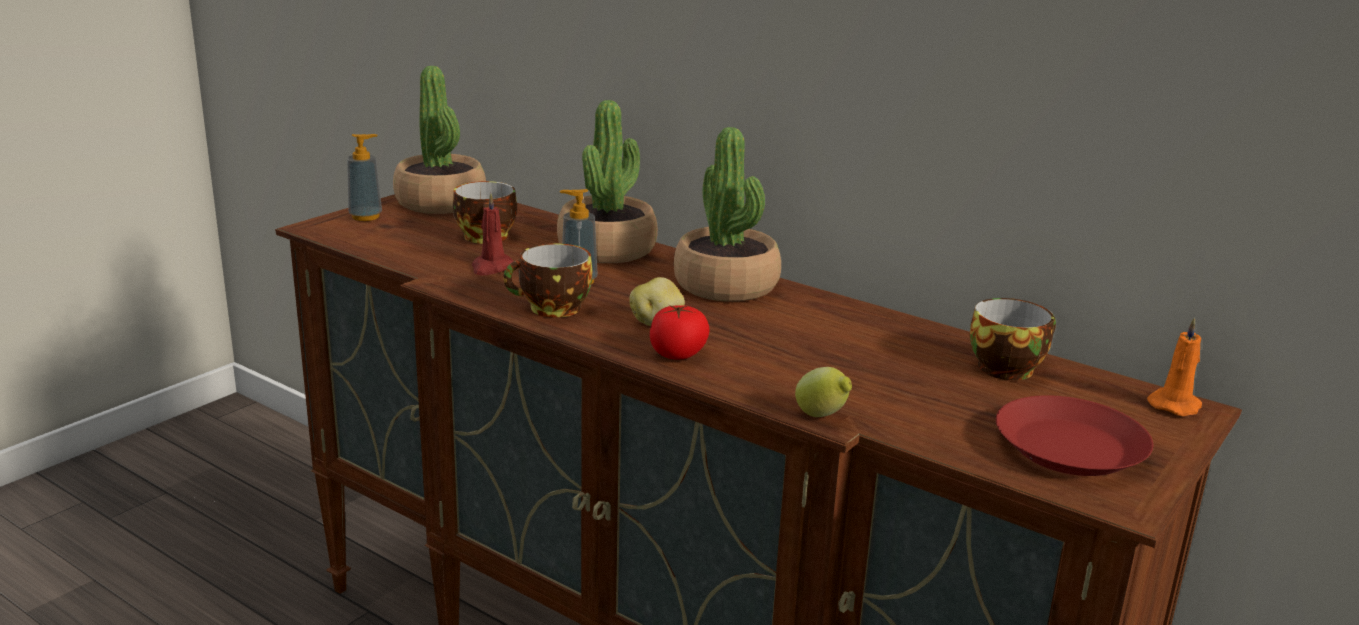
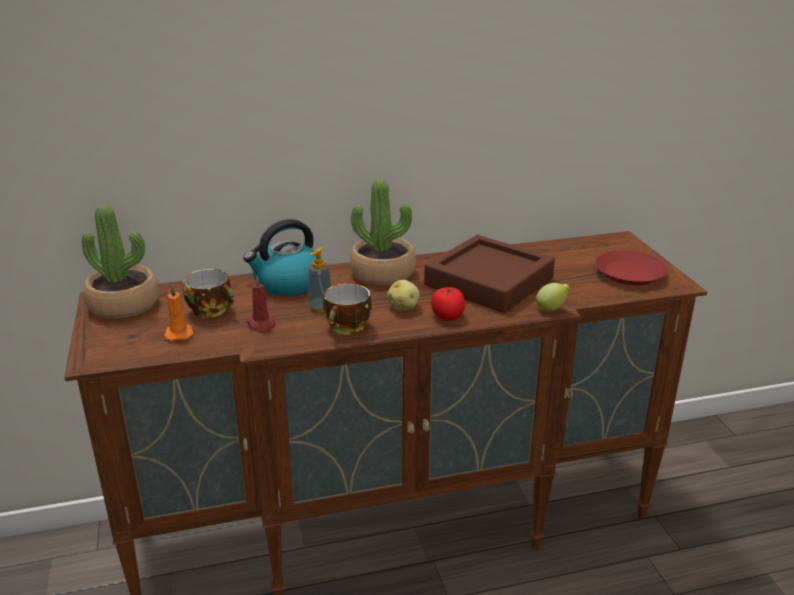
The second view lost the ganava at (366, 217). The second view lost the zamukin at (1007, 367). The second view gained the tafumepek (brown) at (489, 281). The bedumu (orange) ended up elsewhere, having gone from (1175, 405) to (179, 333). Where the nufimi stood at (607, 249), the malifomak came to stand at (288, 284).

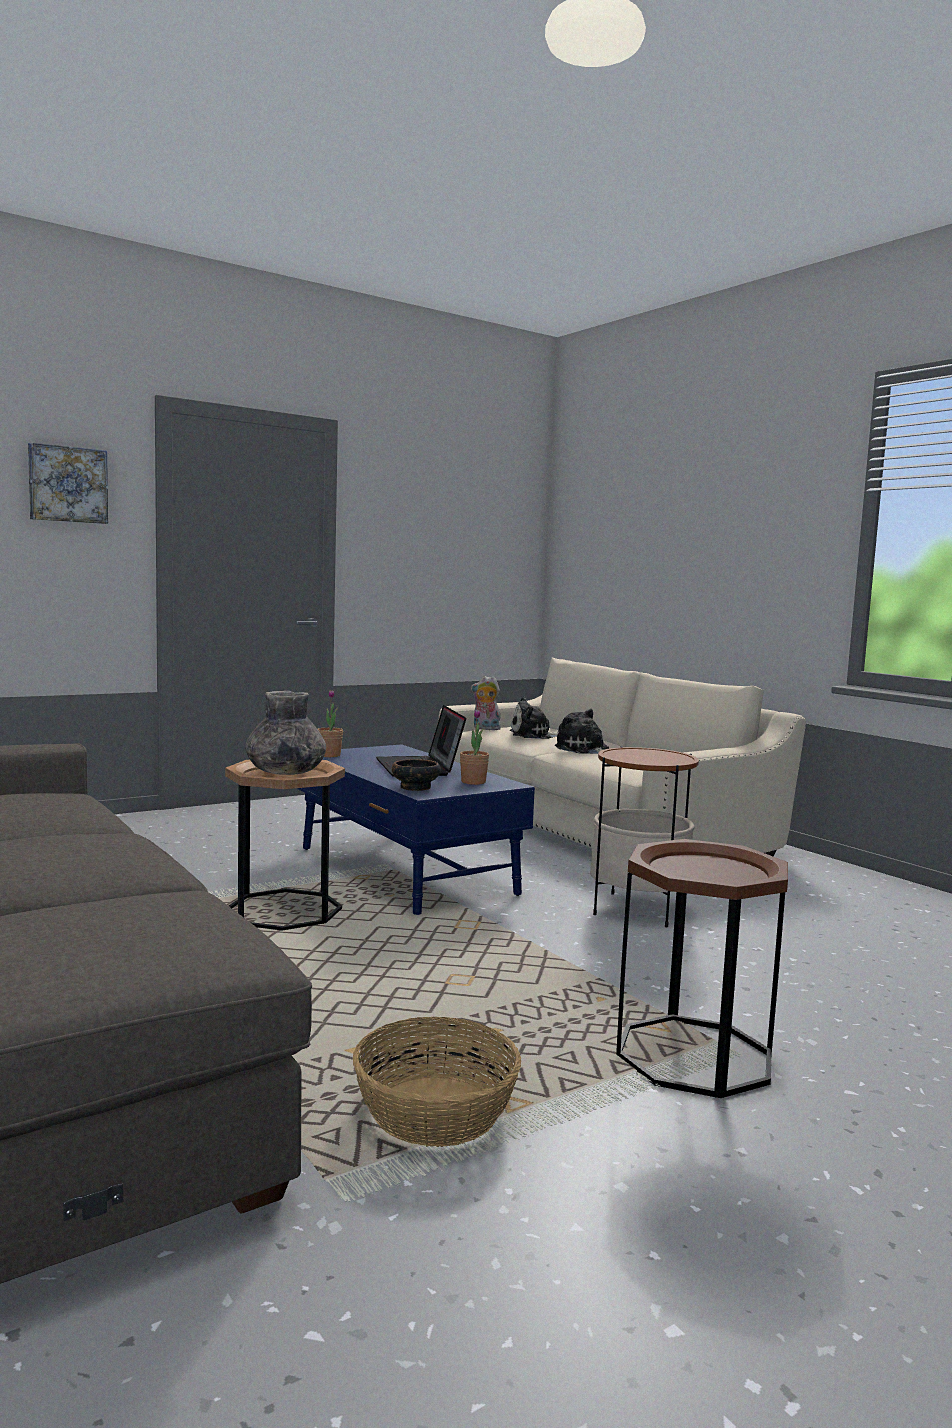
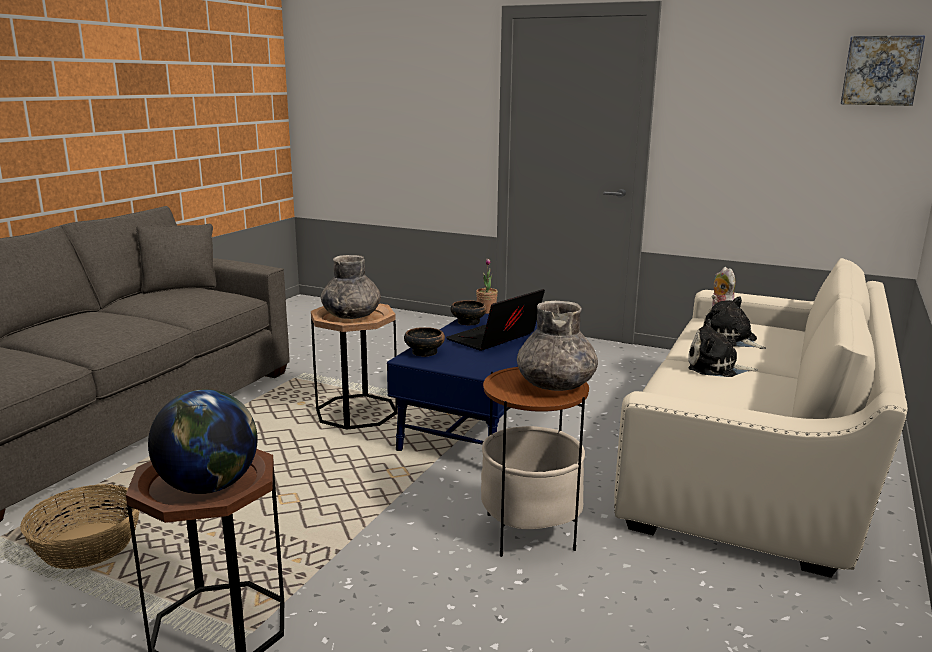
The second view lost the nufimi at (473, 782). The second view gained the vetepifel at (209, 486). The second view gained the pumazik at (468, 322). The second view gained the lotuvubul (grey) at (556, 384). The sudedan ended up elsewhere, having gone from (68, 484) to (881, 70). The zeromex at (584, 750) ended up facing another way, 90 degrees counterclockwise from before.

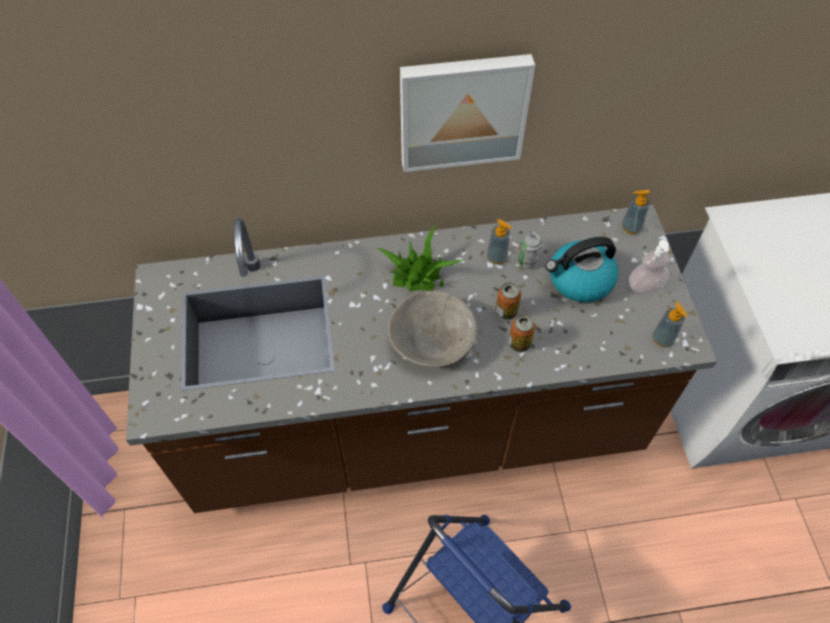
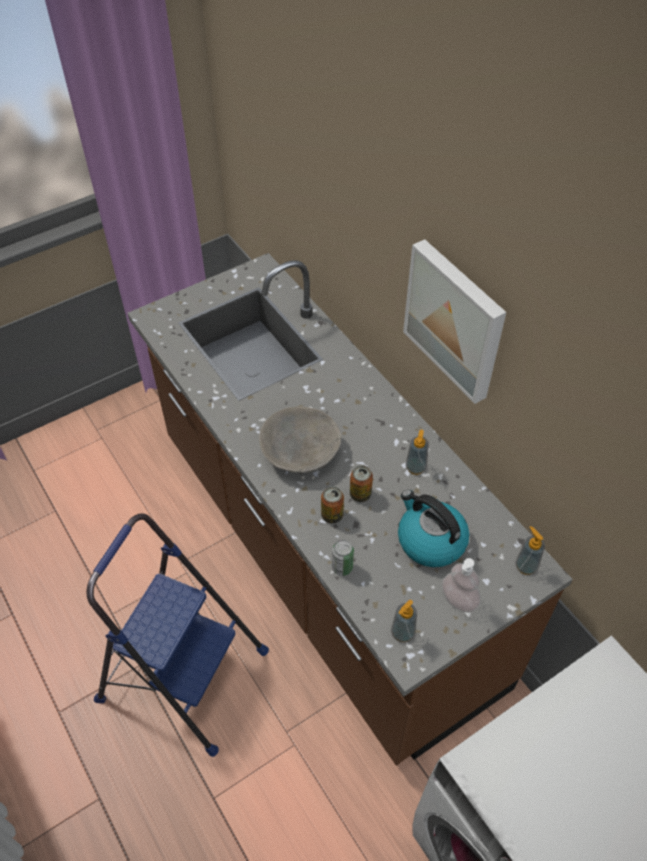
The second view lost the nufimi at (418, 274). The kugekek ended up elsewhere, having gone from (527, 262) to (342, 567).

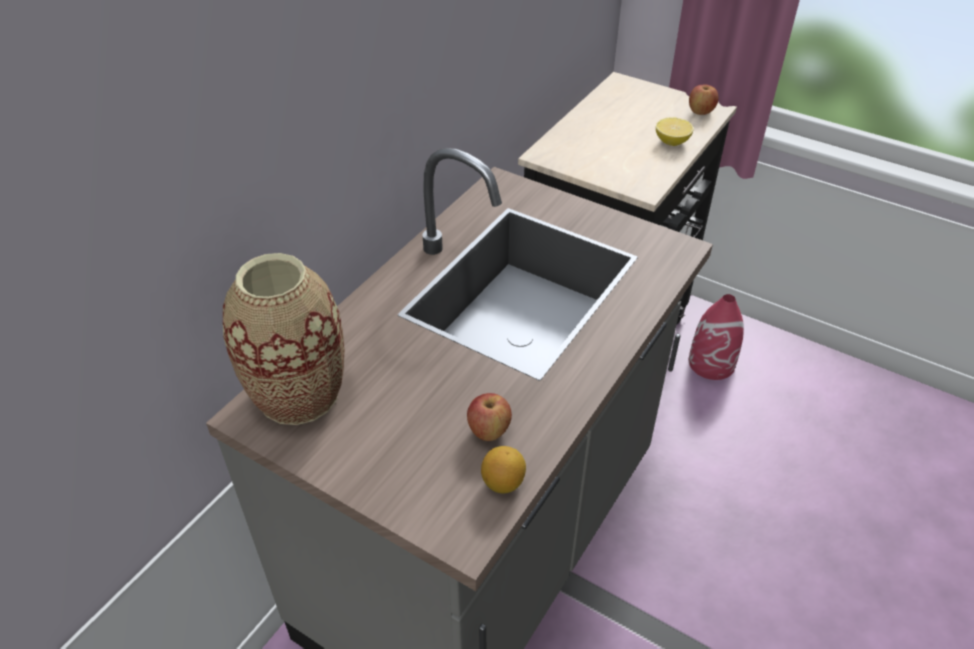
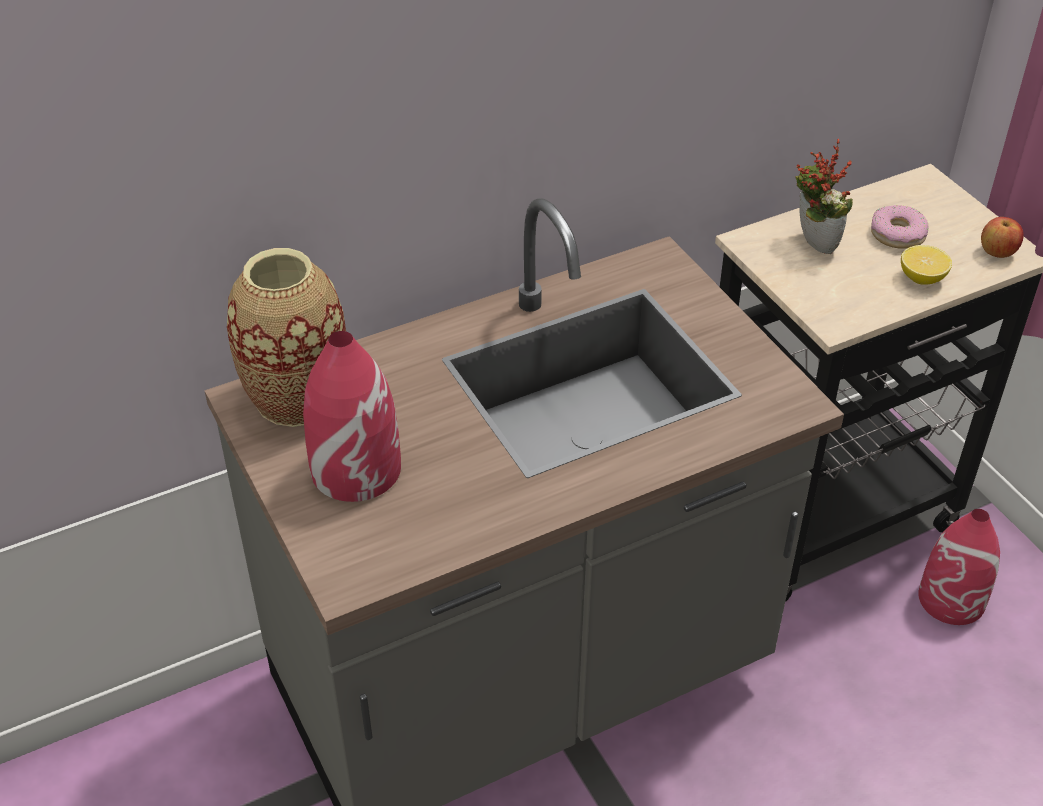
The second view lost the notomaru at (488, 431). The second view lost the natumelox at (503, 482). The second view gained the lotuvubul (red) at (355, 468). The second view gained the nufimi at (812, 244). The second view gained the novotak at (897, 234).

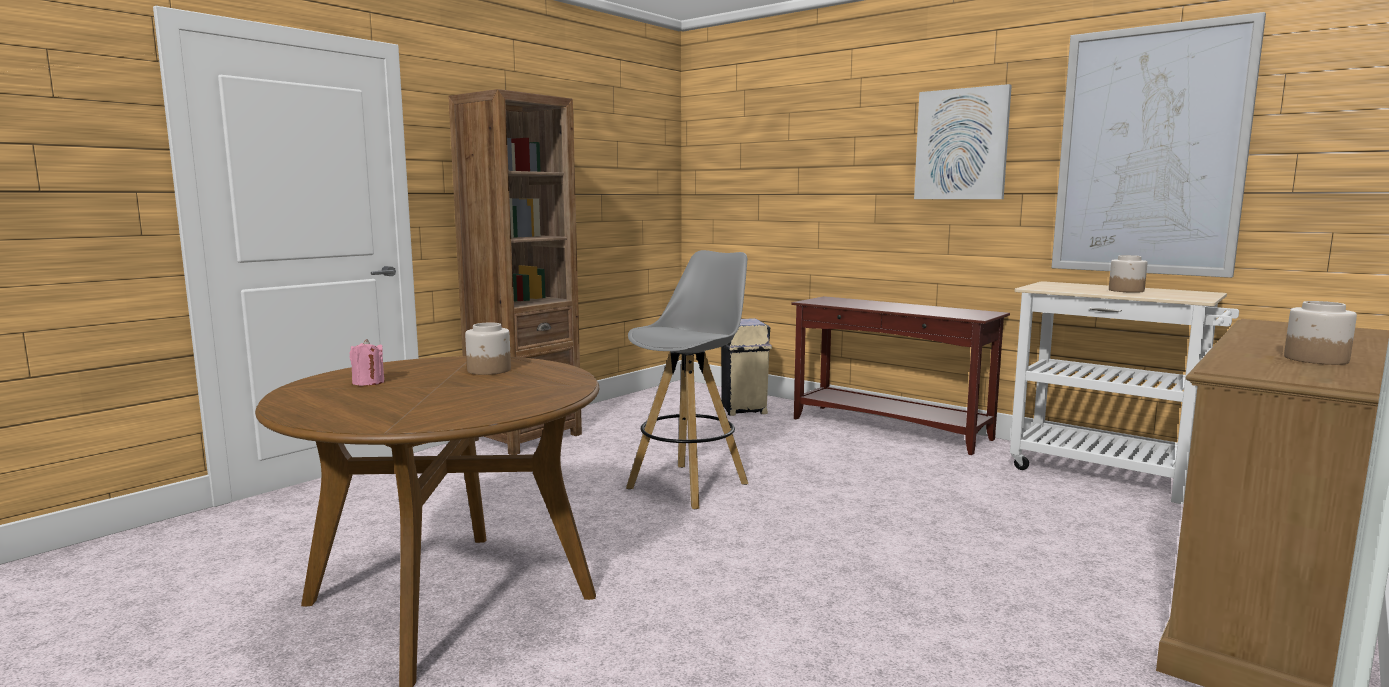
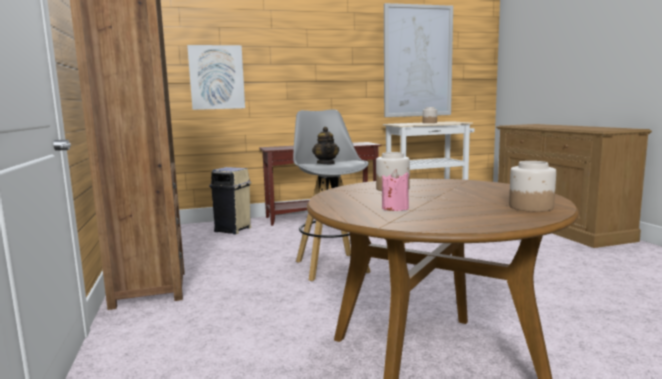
The second view gained the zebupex at (326, 163). The sudedan ended up elsewhere, having gone from (961, 144) to (216, 77). The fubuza ended up elsewhere, having gone from (1315, 359) to (530, 207).

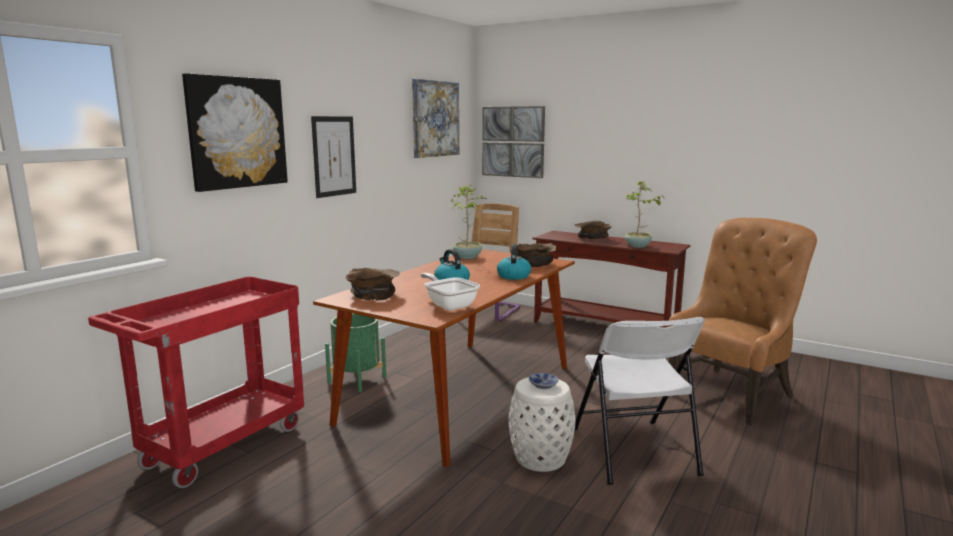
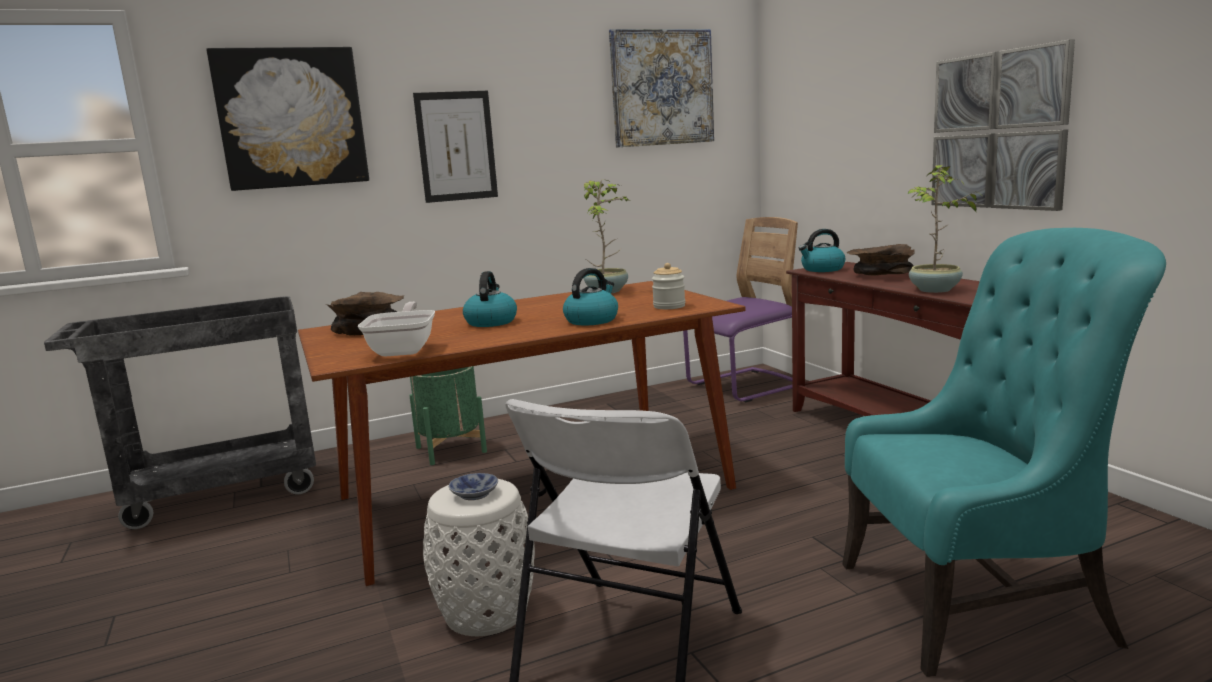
The second view gained the malifomak at (822, 269). The sudedan ended up elsewhere, having gone from (513, 142) to (998, 131). Where the pumazik (brown) stood at (534, 264), the fubuza came to stand at (669, 306). What was the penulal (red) at (219, 450) turned into the penulal (grey) at (215, 499). What was the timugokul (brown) at (730, 394) turned into the timugokul (turquoise) at (977, 603).

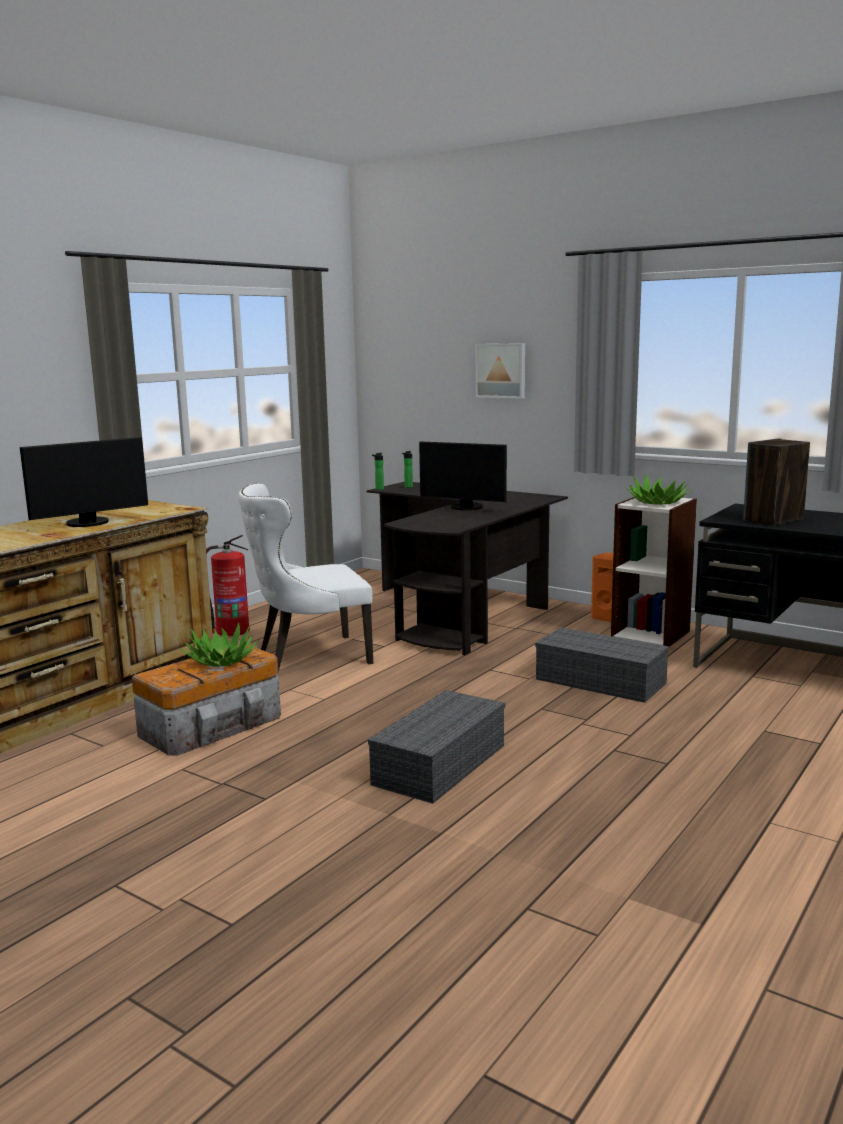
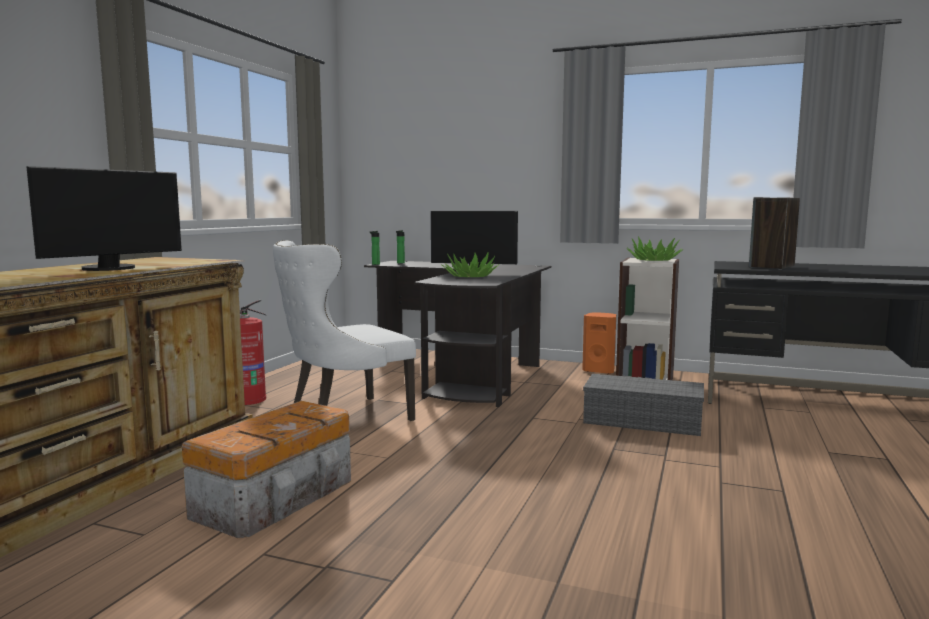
The second view lost the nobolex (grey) at (439, 763). The second view lost the sudedan at (501, 370). The nufimi ended up elsewhere, having gone from (221, 660) to (470, 277).

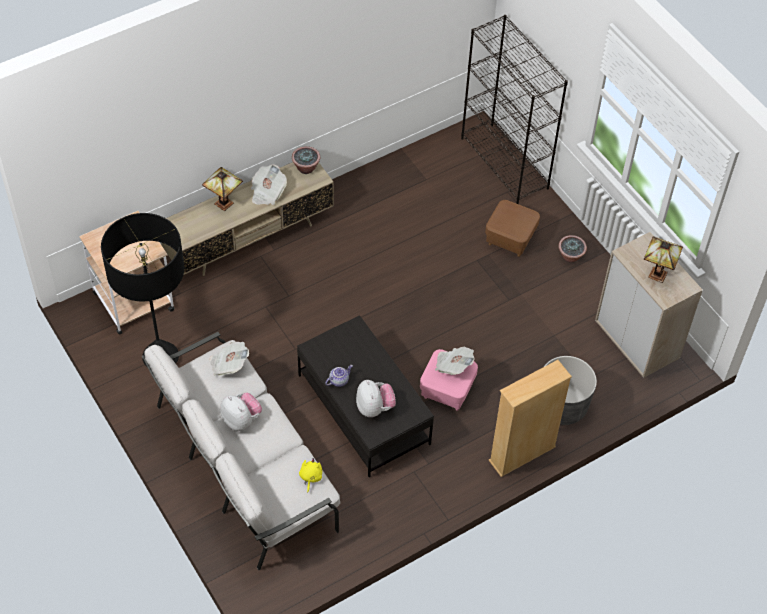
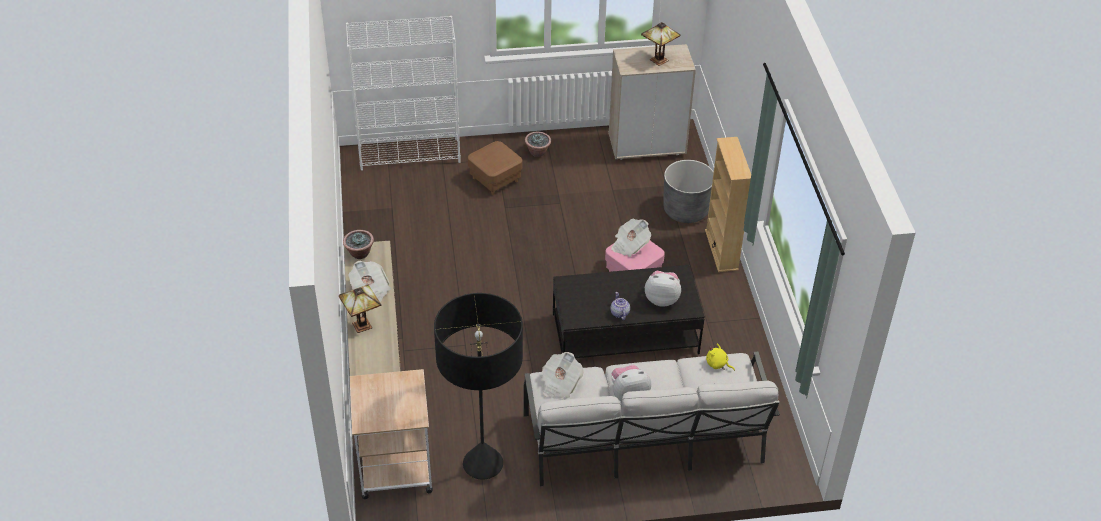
What was the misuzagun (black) at (505, 163) turned into the misuzagun (white) at (410, 154).

